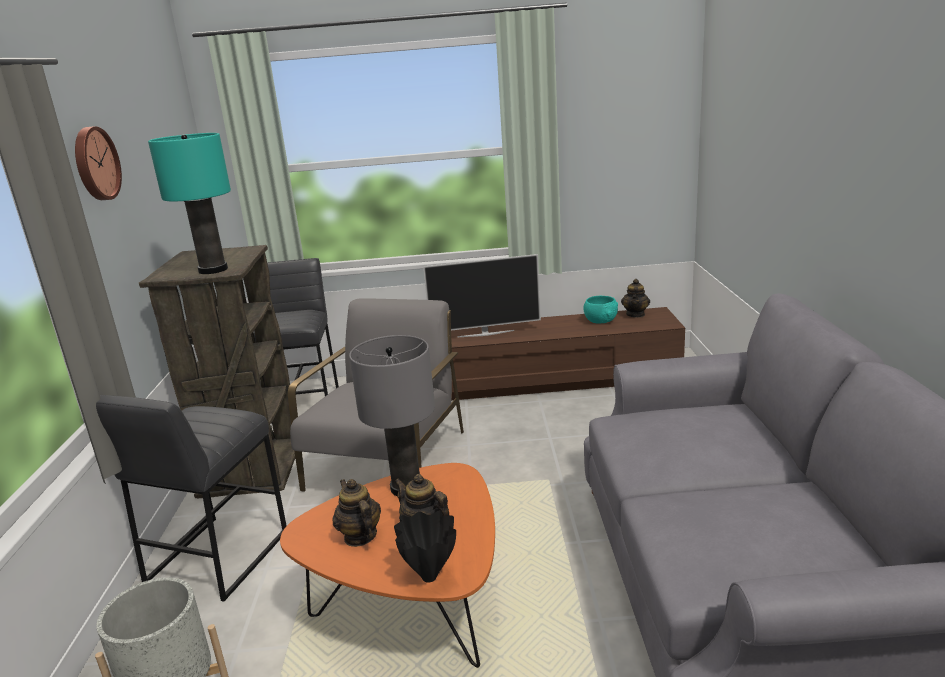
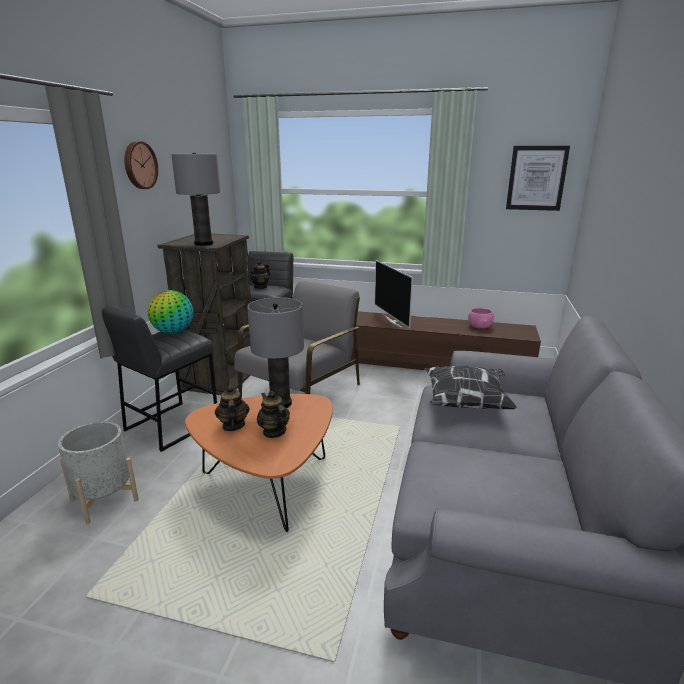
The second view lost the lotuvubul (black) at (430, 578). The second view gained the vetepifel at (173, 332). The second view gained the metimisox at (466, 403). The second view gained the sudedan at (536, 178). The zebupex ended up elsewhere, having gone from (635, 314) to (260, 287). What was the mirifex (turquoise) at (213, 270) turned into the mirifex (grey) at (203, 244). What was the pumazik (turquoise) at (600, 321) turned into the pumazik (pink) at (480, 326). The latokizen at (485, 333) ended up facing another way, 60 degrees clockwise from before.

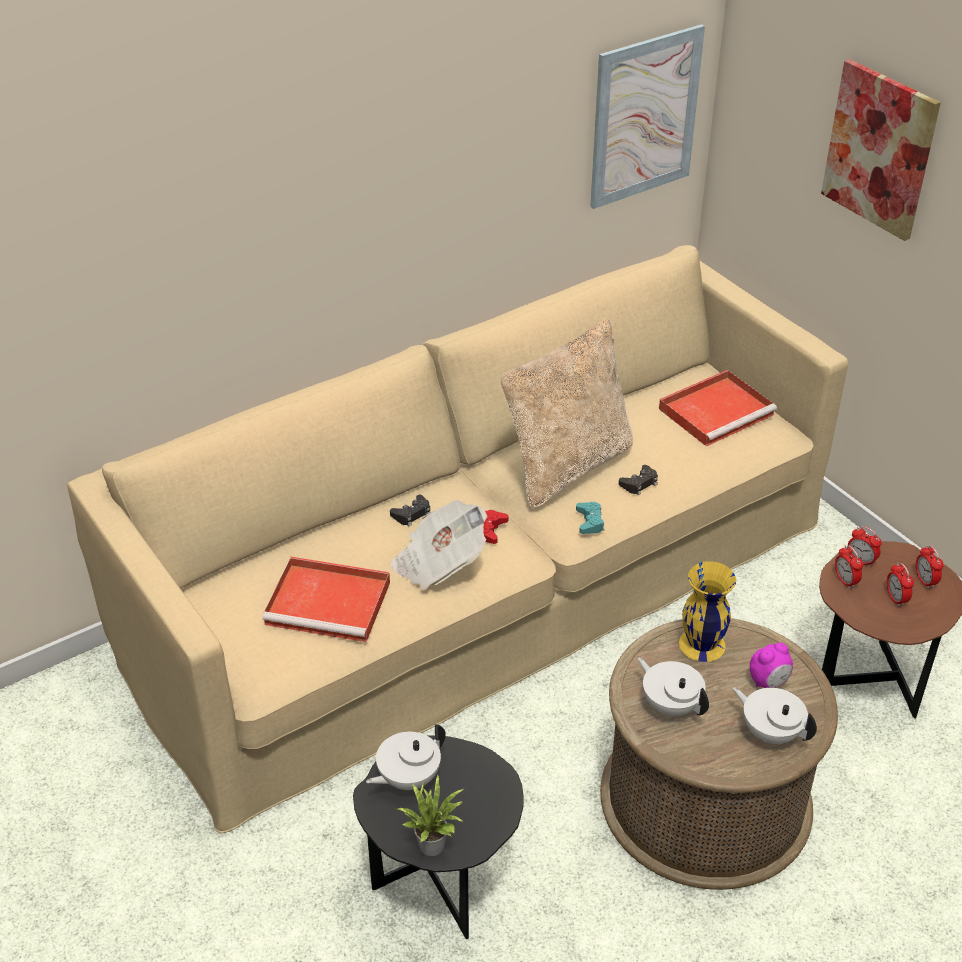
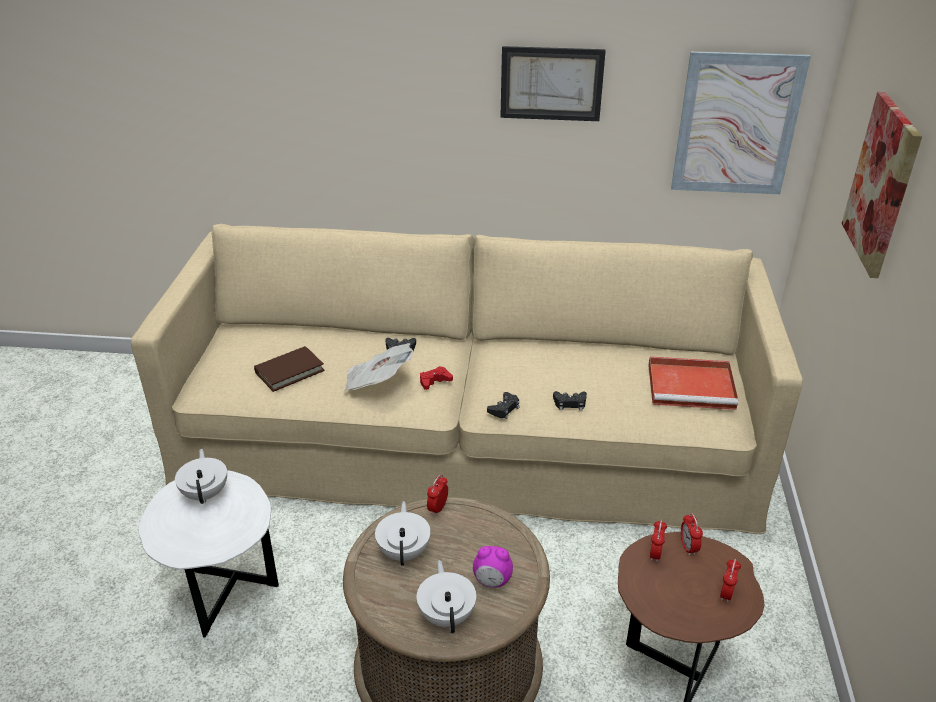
The second view lost the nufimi at (433, 843). The second view lost the metimisox (beige) at (569, 468). The second view lost the lotuvubul (yellow) at (701, 644). The second view gained the sudedan at (551, 83). The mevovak ended up elsewhere, having gone from (896, 599) to (438, 508). Where the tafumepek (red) stood at (330, 603), the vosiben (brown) came to stand at (289, 371). What was the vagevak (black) at (442, 892) turned into the vagevak (white) at (226, 600). What was the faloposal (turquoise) at (590, 522) turned into the faloposal (black) at (504, 409). The zebupex (white) at (408, 778) ended up facing another way, 75 degrees clockwise from before.

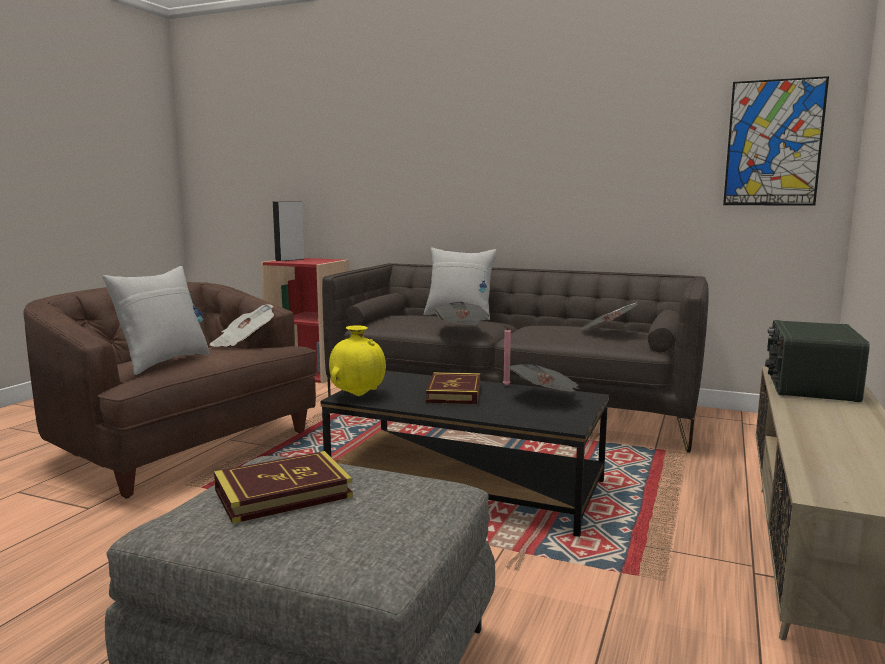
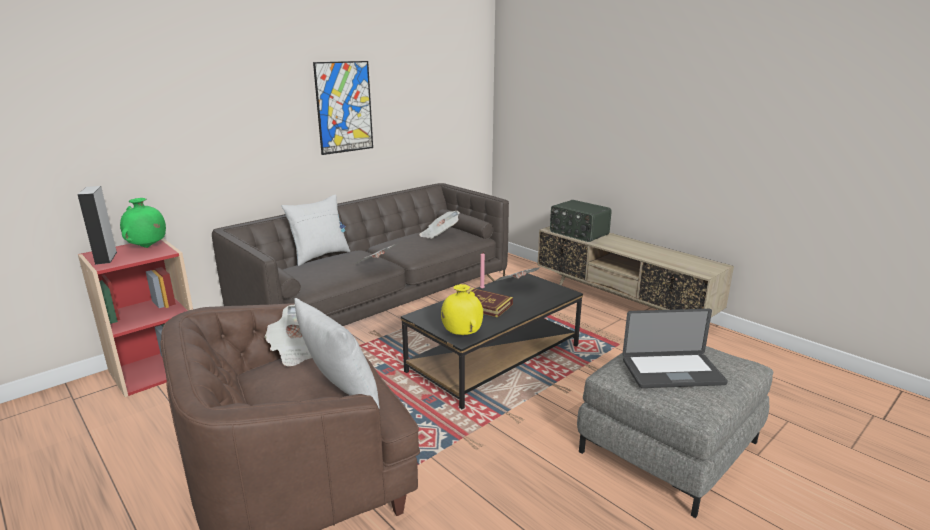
The second view gained the lotuvubul (green) at (147, 247). The sudedan ended up elsewhere, having gone from (773, 143) to (344, 107). Where the vosiben stood at (283, 493), the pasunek came to stand at (672, 372).

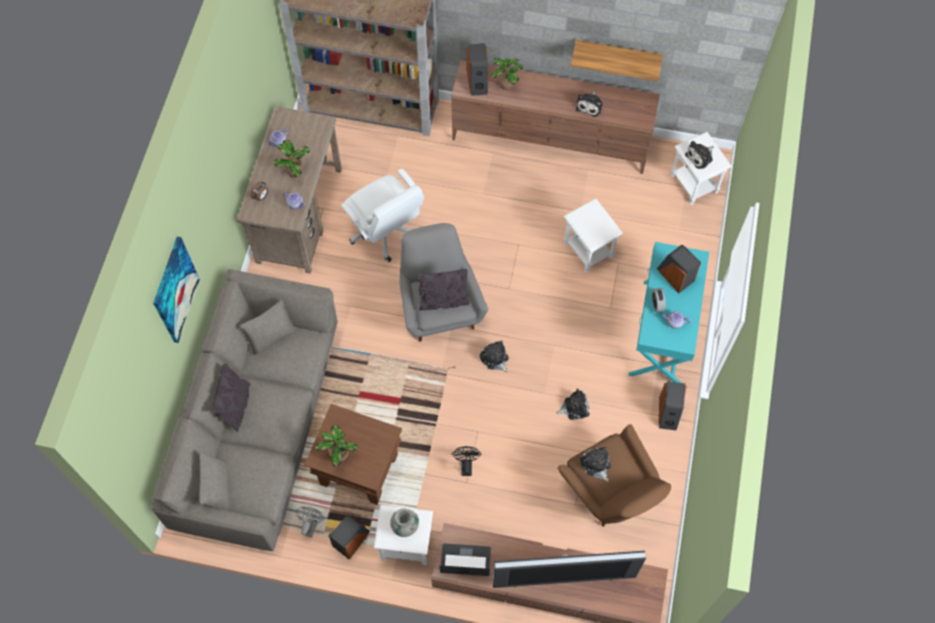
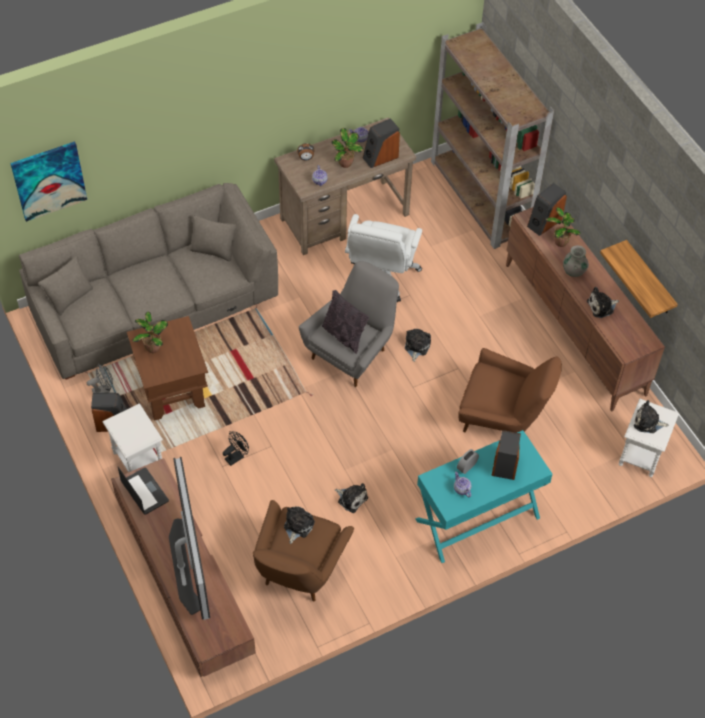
The second view lost the metimisox (black) at (236, 406). The sudedan ended up elsewhere, having gone from (175, 290) to (49, 180). The lotuvubul (grey) ended up elsewhere, having gone from (405, 526) to (573, 271). The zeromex ended up elsewhere, having gone from (495, 358) to (416, 346). The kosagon ended up elsewhere, having gone from (668, 413) to (380, 157). Where the vagevak (white) stood at (589, 249), the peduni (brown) came to stand at (502, 418). The latokizen at (562, 574) ended up facing another way, 150 degrees counterclockwise from before.

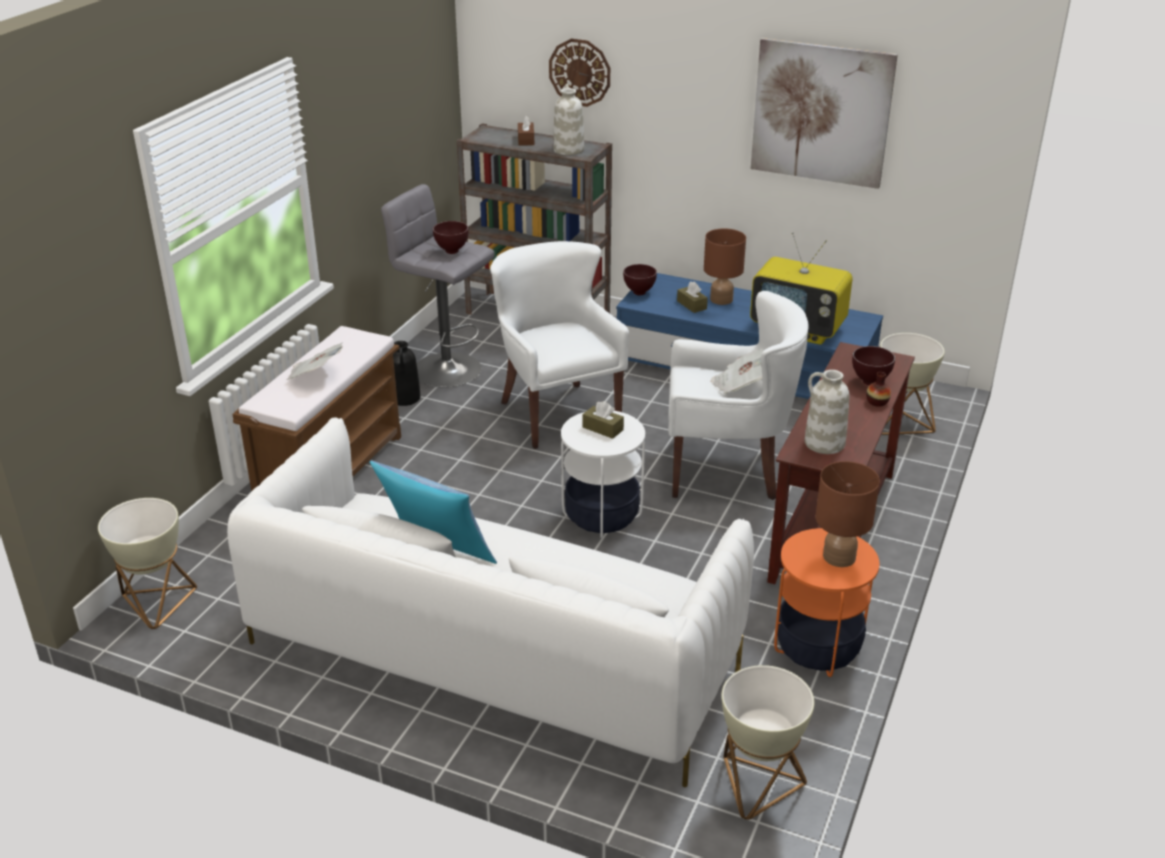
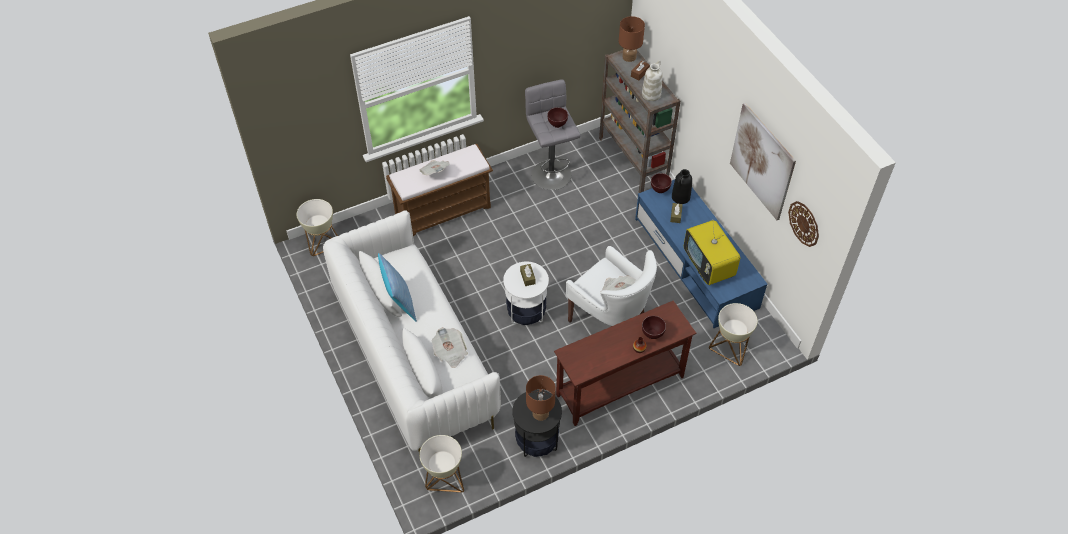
The second view lost the peduni (white) at (557, 414). The second view lost the lotuvubul (white) at (824, 443). The second view gained the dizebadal at (450, 352). The lotuvubul (black) ended up elsewhere, having gone from (405, 398) to (680, 197). The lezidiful ended up elsewhere, having gone from (580, 72) to (804, 223). The mirifex (brown) ended up elsewhere, having gone from (722, 300) to (629, 57). What was the vagevak (orange) at (817, 649) turned into the vagevak (black) at (537, 440).

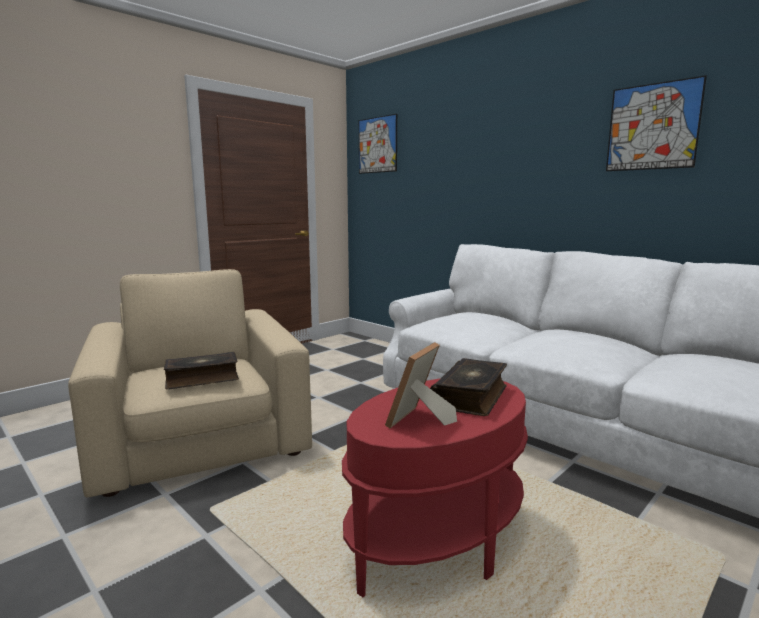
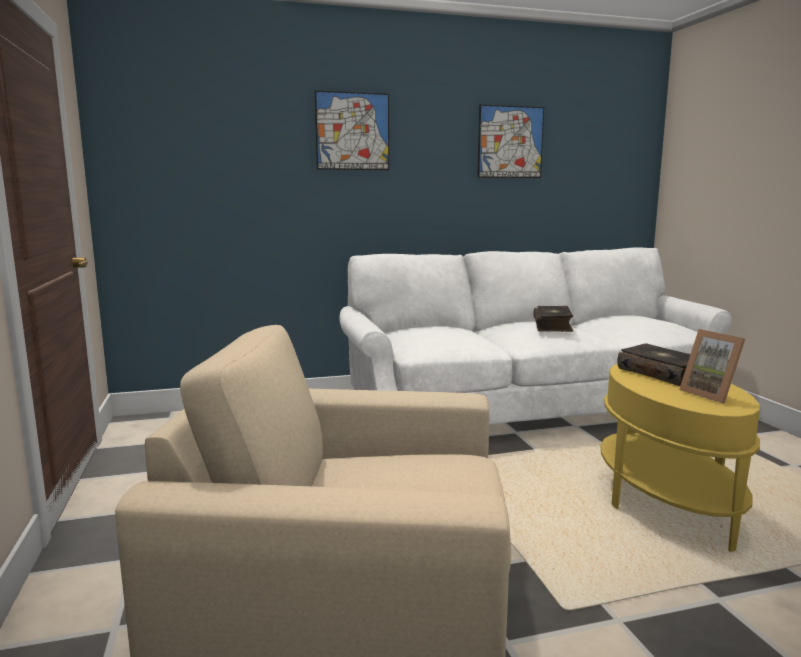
The vosiben ended up elsewhere, having gone from (202, 379) to (553, 326). The sudedan ended up elsewhere, having gone from (377, 145) to (352, 131). What was the vagevak (red) at (437, 541) turned into the vagevak (yellow) at (666, 503).

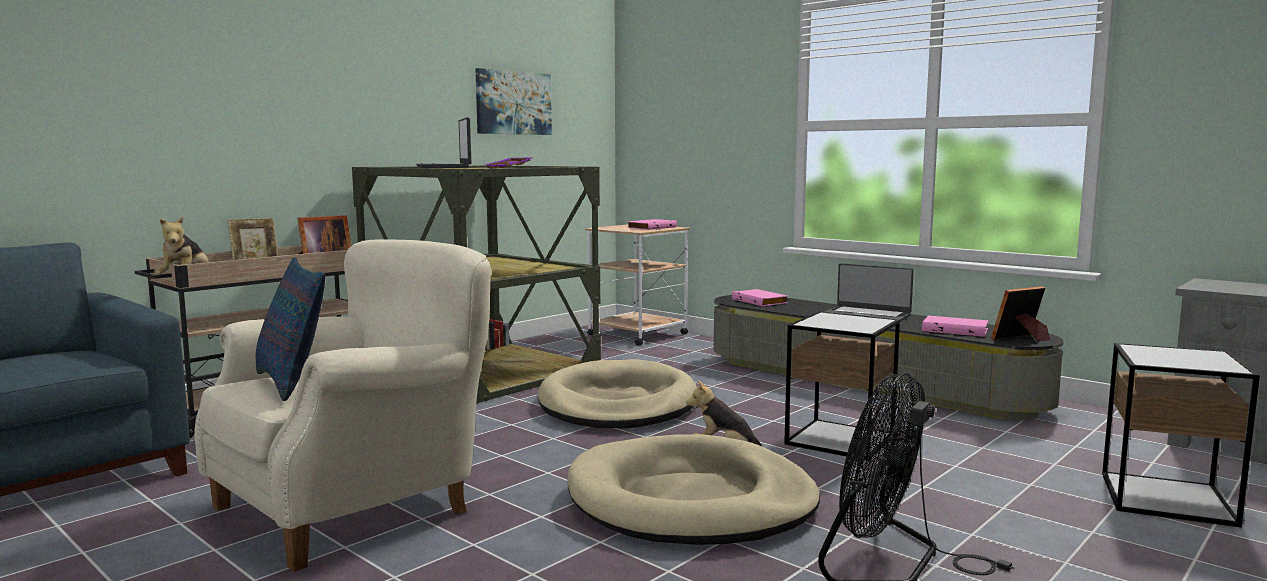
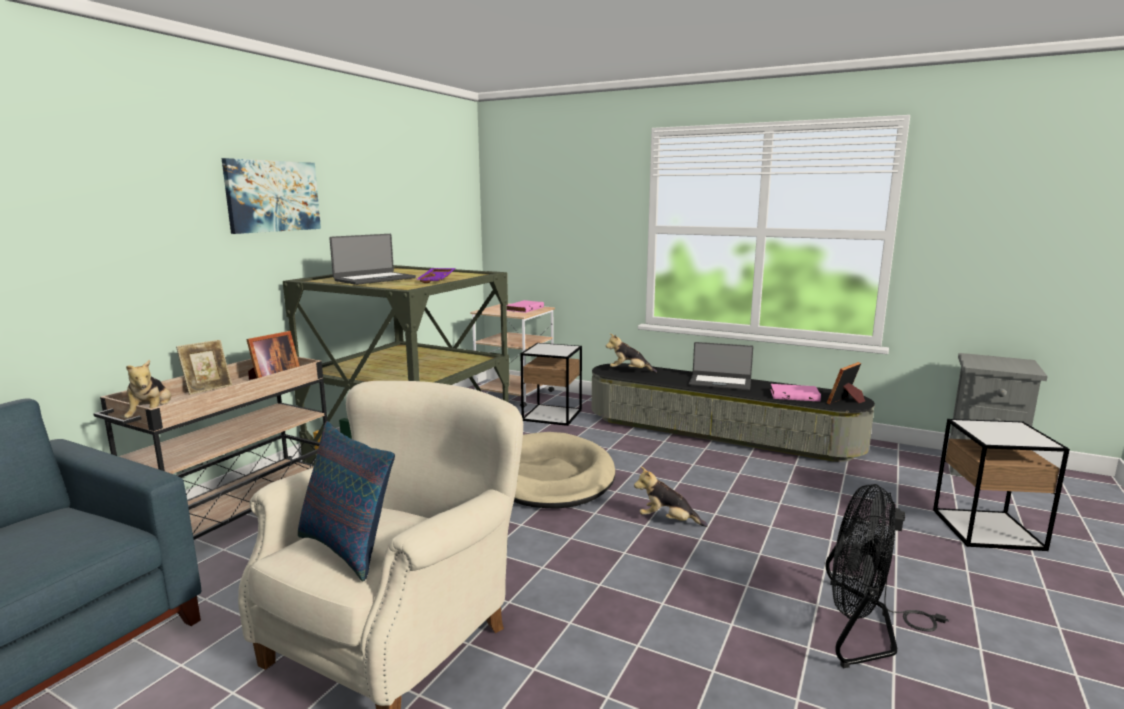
The second view lost the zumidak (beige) at (691, 500). The sudedan ended up elsewhere, having gone from (513, 103) to (273, 196). The vagevak ended up elsewhere, having gone from (840, 440) to (552, 415). Where the vosiben (pink) stood at (760, 301), the zeromex came to stand at (629, 371). The pasunek at (444, 167) ended up facing another way, 105 degrees counterclockwise from before.

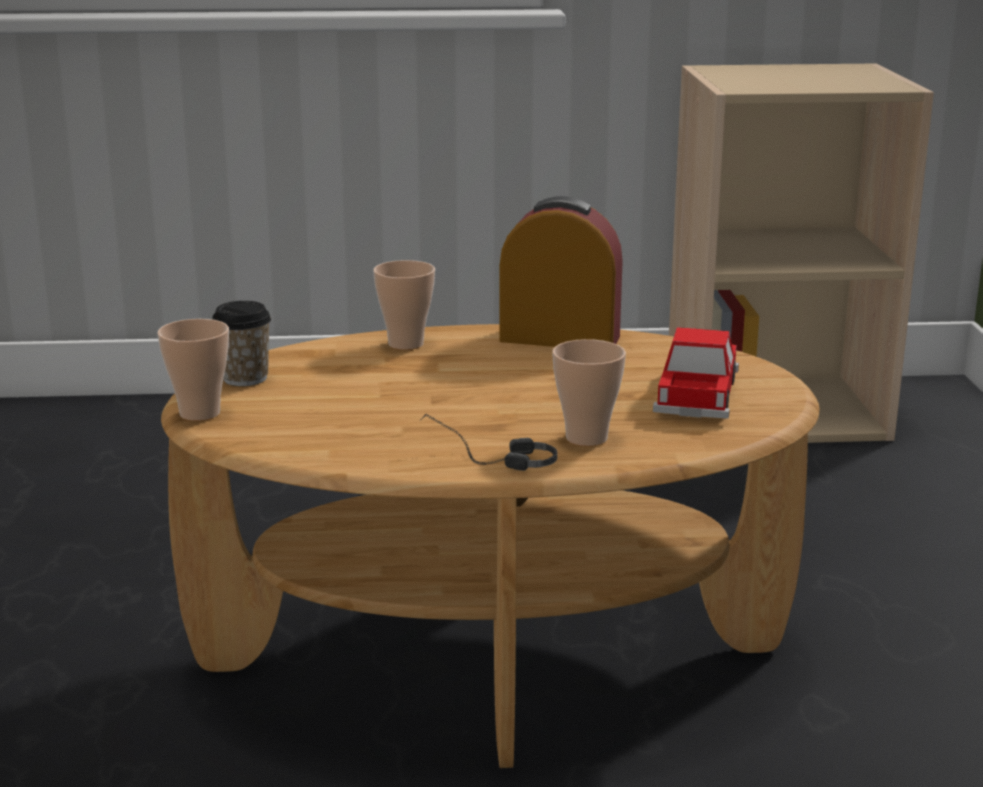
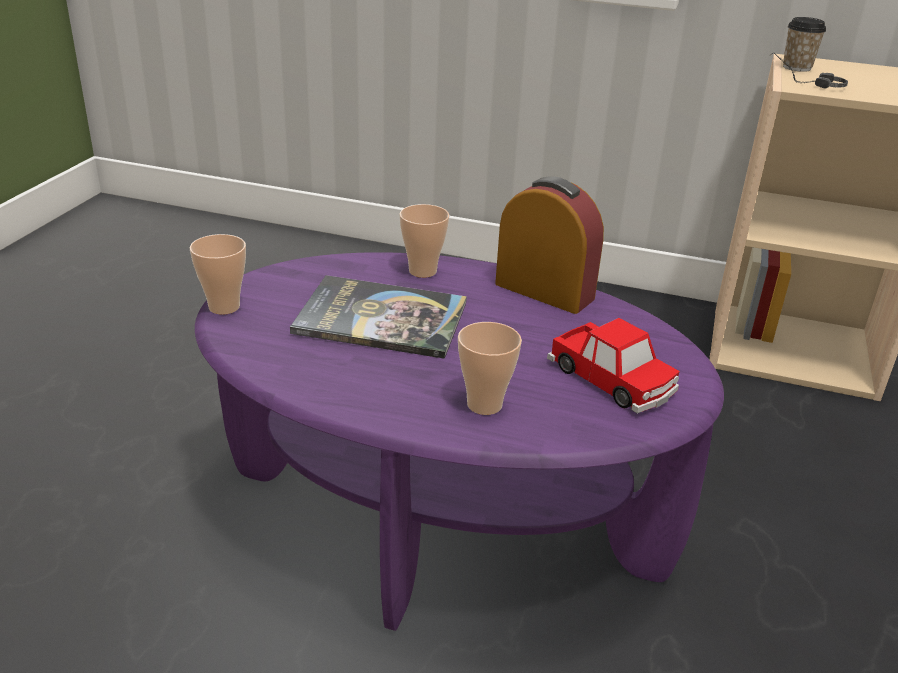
The second view gained the vosiben at (381, 318). The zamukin ended up elsewhere, having gone from (245, 378) to (797, 67). The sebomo ended up elsewhere, having gone from (486, 460) to (803, 82). What was the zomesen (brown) at (492, 659) turned into the zomesen (purple) at (440, 524). The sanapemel at (697, 395) ended up facing another way, 105 degrees clockwise from before.

